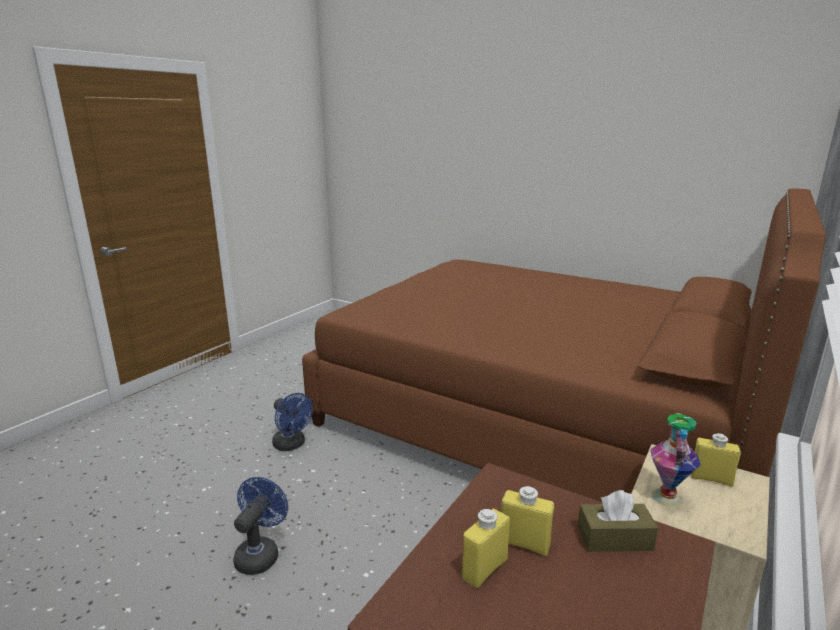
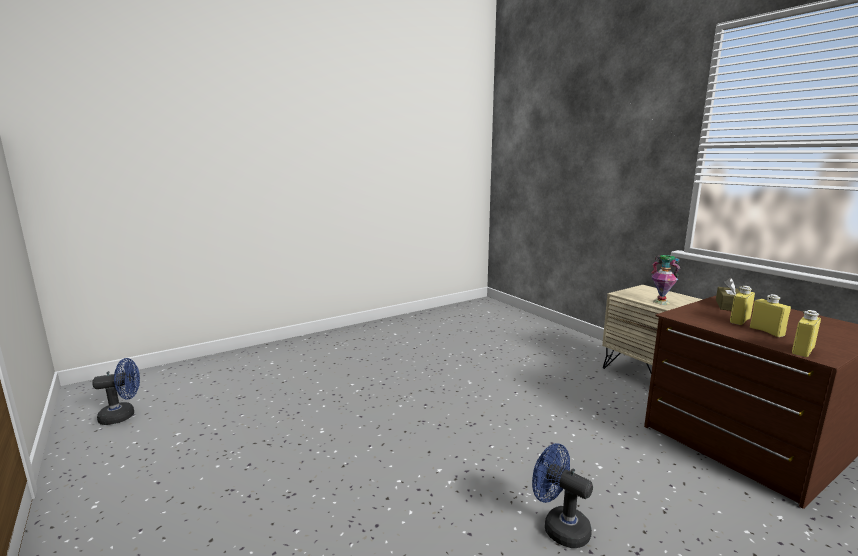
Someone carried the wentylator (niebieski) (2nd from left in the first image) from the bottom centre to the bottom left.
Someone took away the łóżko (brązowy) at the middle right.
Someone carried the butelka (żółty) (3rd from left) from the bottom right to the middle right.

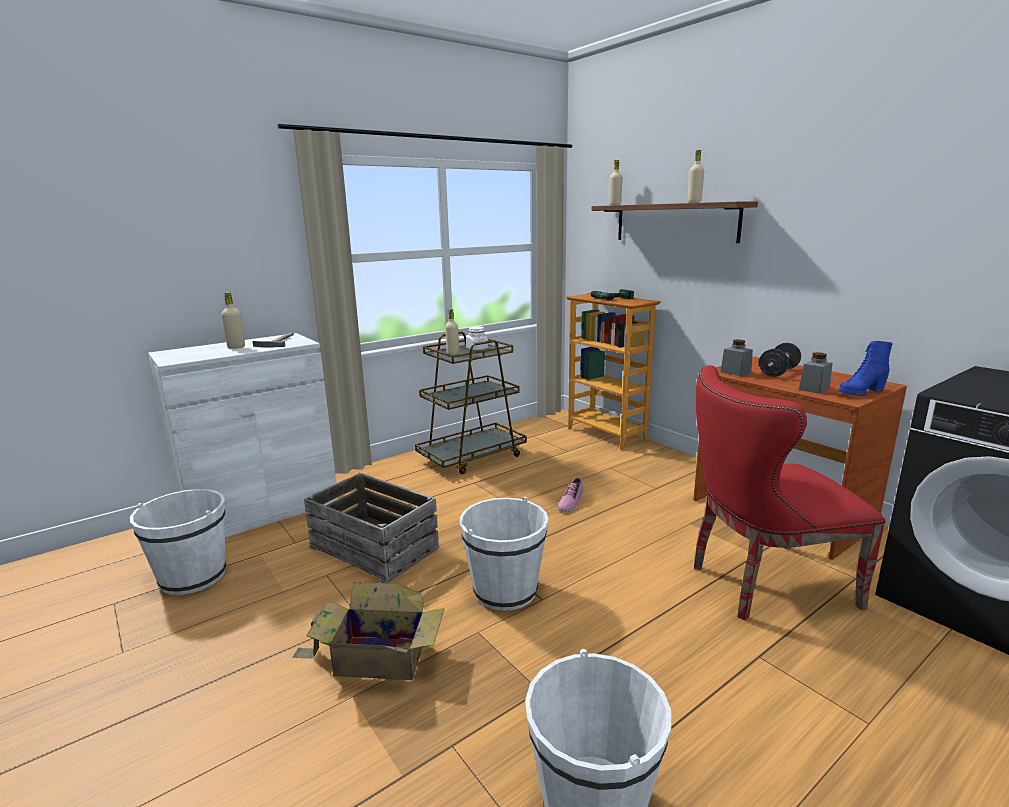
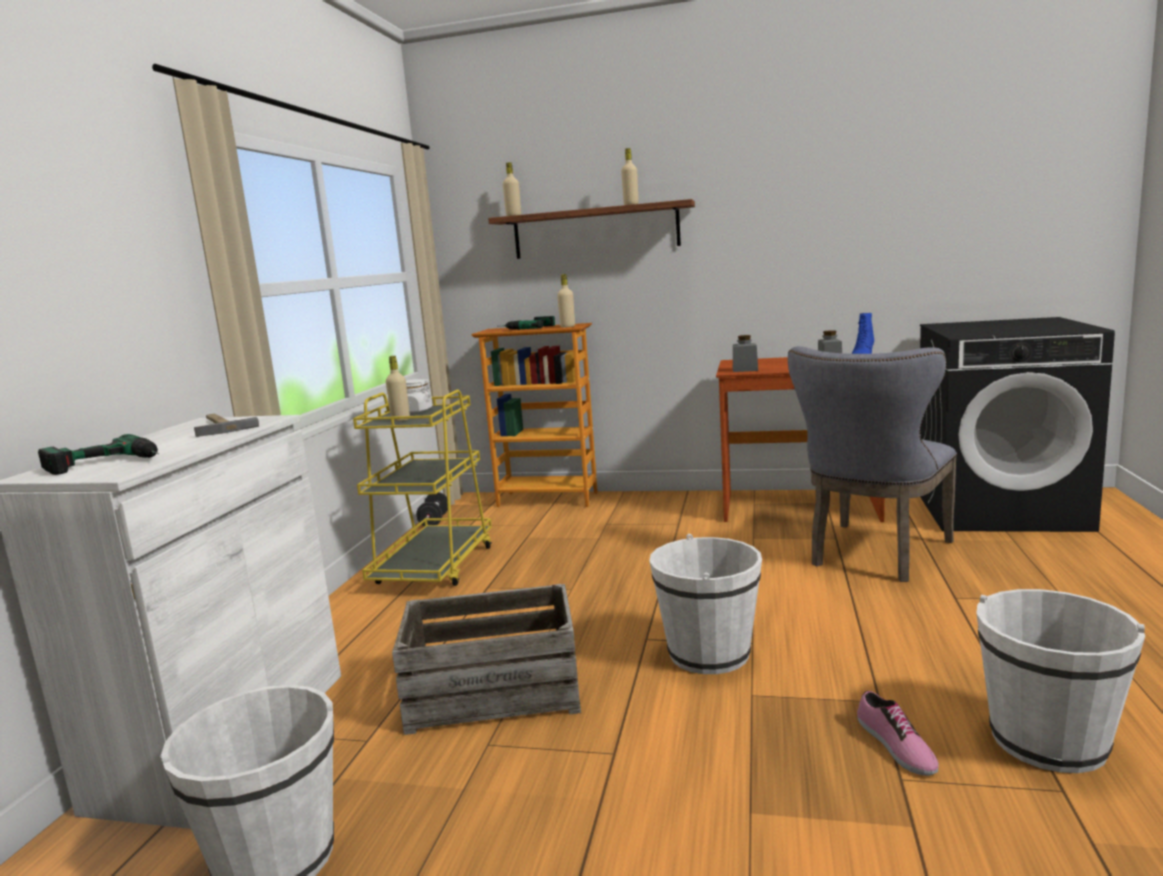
Someone carried the butelka (beżowy) (1st from left in the first image) from the middle left to the centre.
Someone took away the karton at the bottom centre.
Someone repainted the wózek (brązowy) at the centre, which became the wózek (żółty) at the centre.
Someone carried the but from the centre to the bottom right.
Someone repainted the krzesło (czerwony) at the middle right, which became the krzesło (szary) at the middle right.
Someone carried the hantel (czarny) from the middle right to the centre.
Someone put down the wiertarka (1st from left) at the middle left.

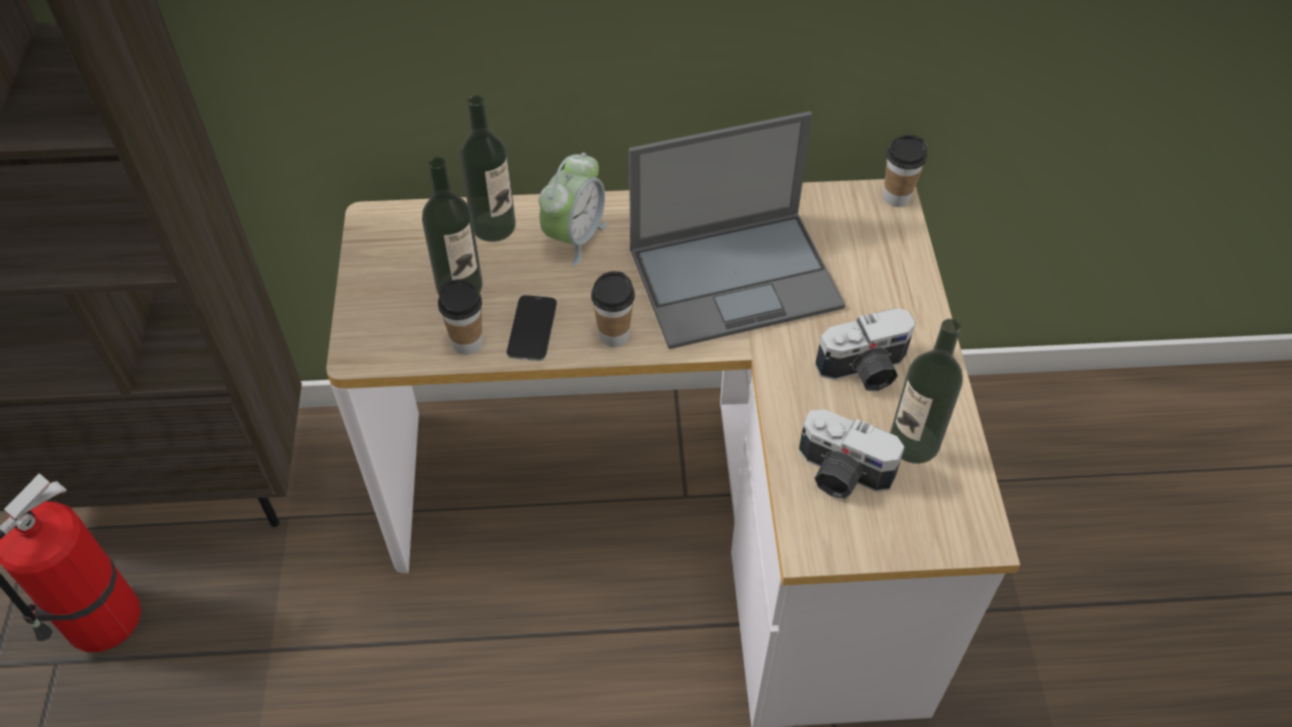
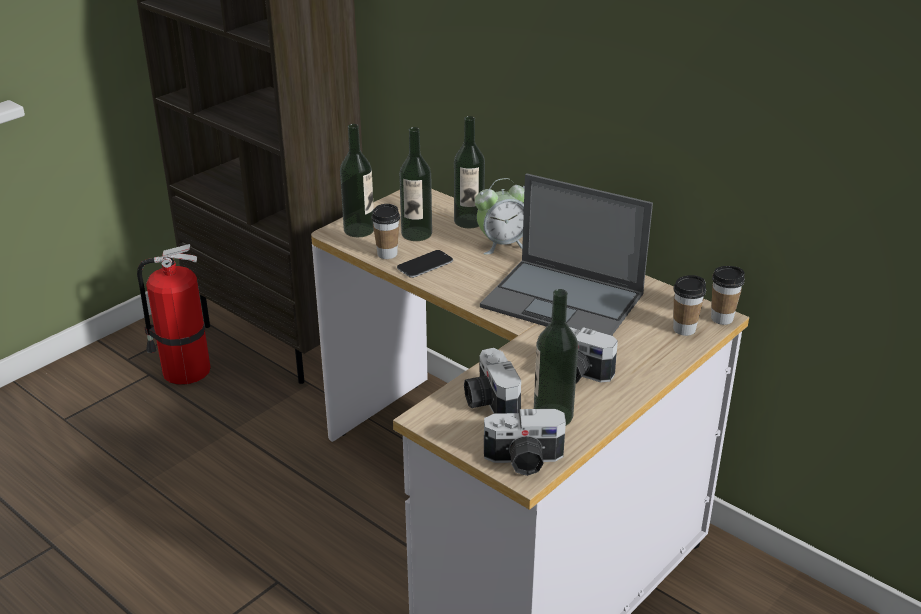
Someone carried the filiżanka (2nd from left) from the centre to the middle right.
Someone put down the butelka (1st from left) at the top centre.
Someone put down the aparat fotograficzny (2nd from left) at the bottom centre.

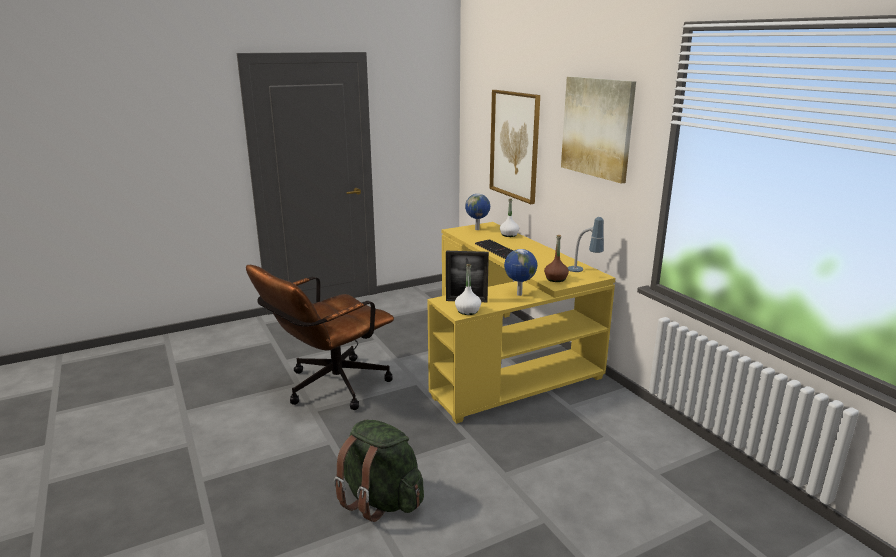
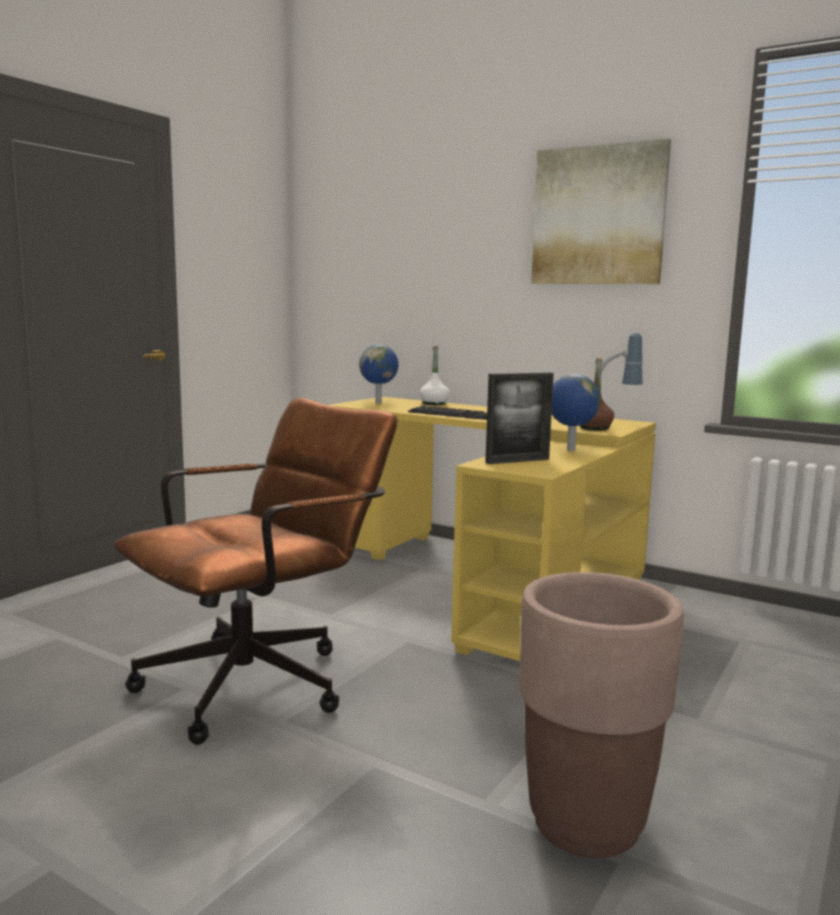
Someone rotated the krzesło biurowe (brązowy) at the centre by 150 degrees counterclockwise.
Someone swapped the plecak (zielony) at the bottom centre for the donica (brązowy) at the bottom right.
Someone took away the butelka (biały) (1st from left) at the centre.
Someone took away the obraz (1st from left) at the top centre.

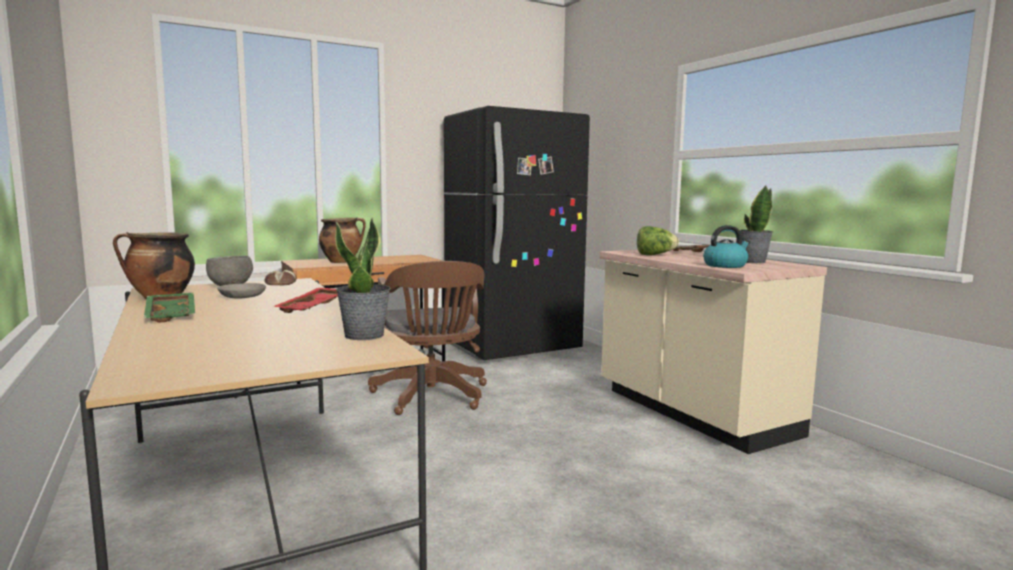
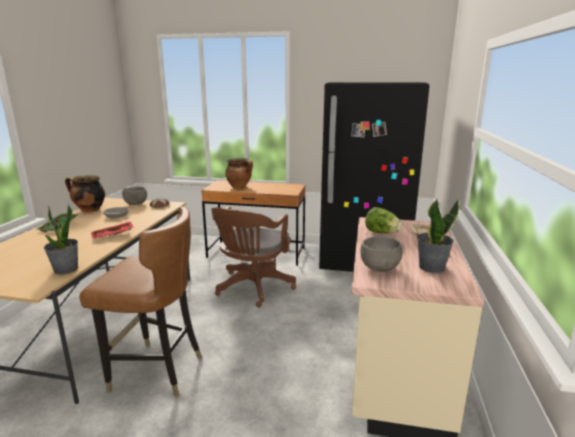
Someone swapped the czajnik at the middle right for the miska (szary) (3rd from left) at the centre.
Someone put down the krzesło (brązowy) at the bottom left.

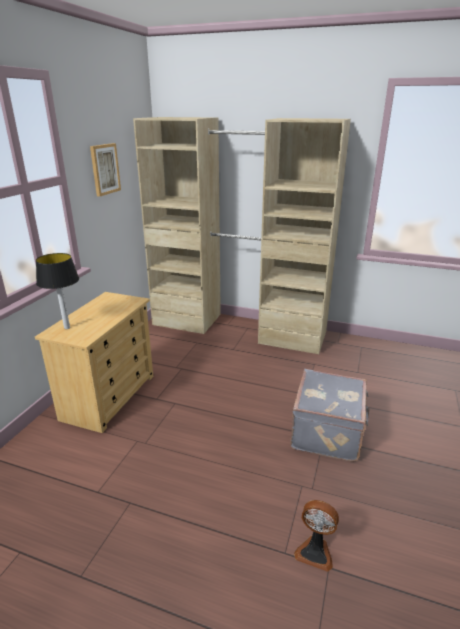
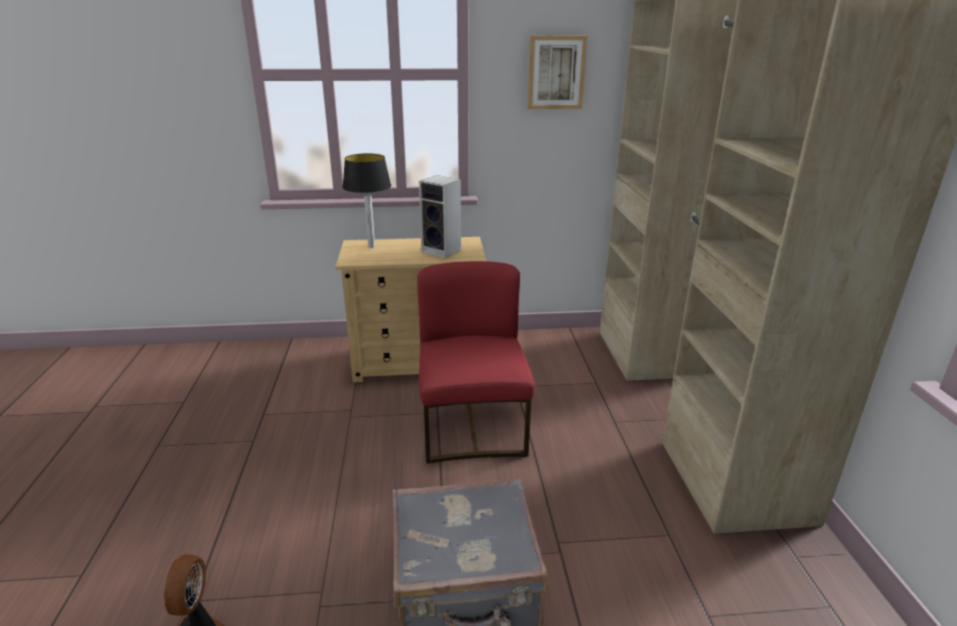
Someone put down the krzesło (czerwony) at the centre.
Someone put down the głośnik at the centre.

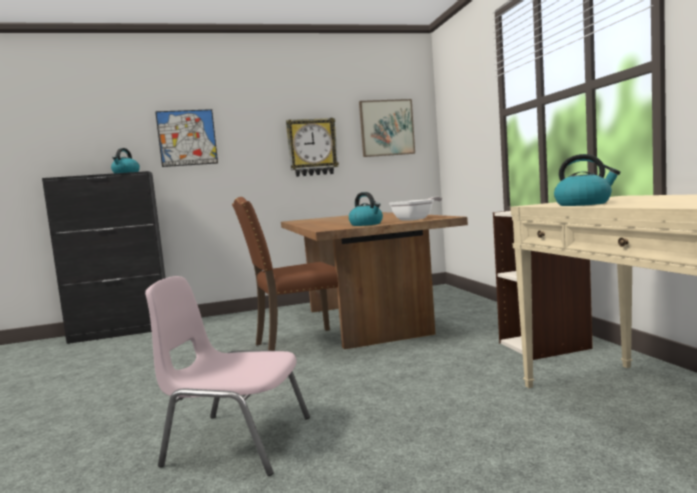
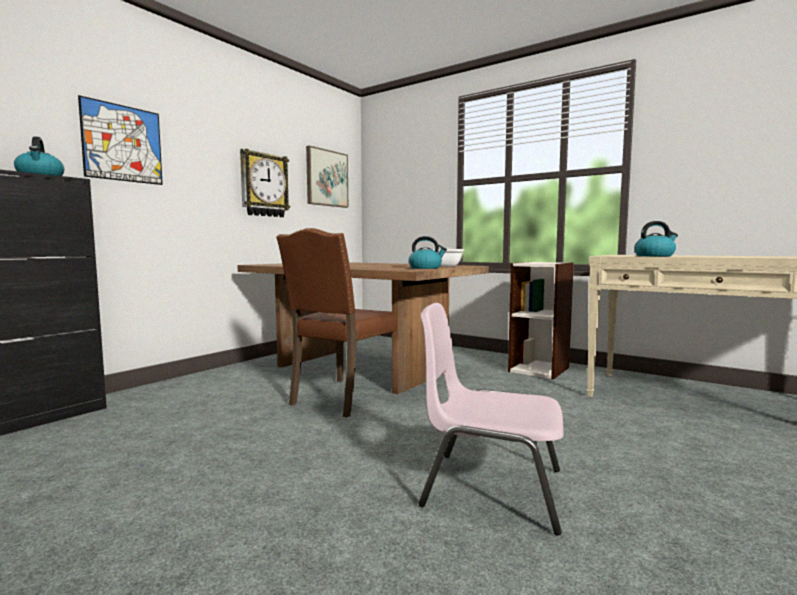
Someone rotated the krzesło (różowy) at the bottom left by 45 degrees clockwise.

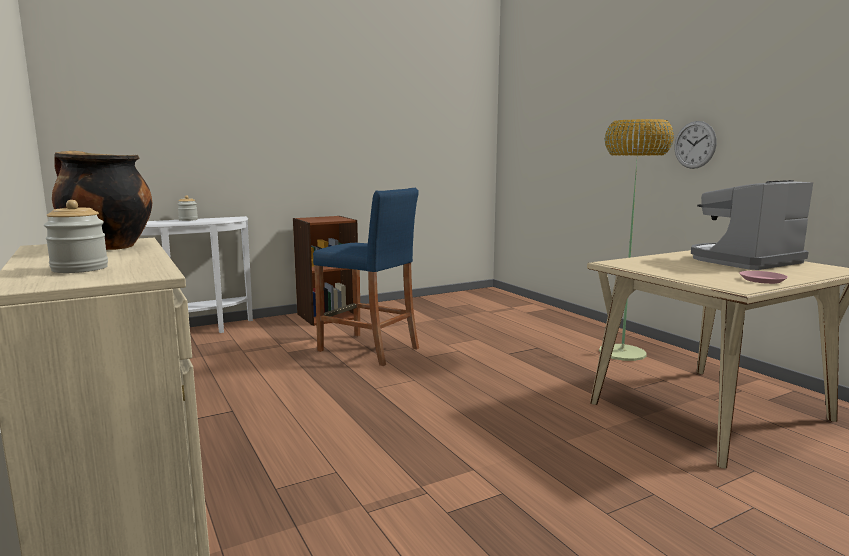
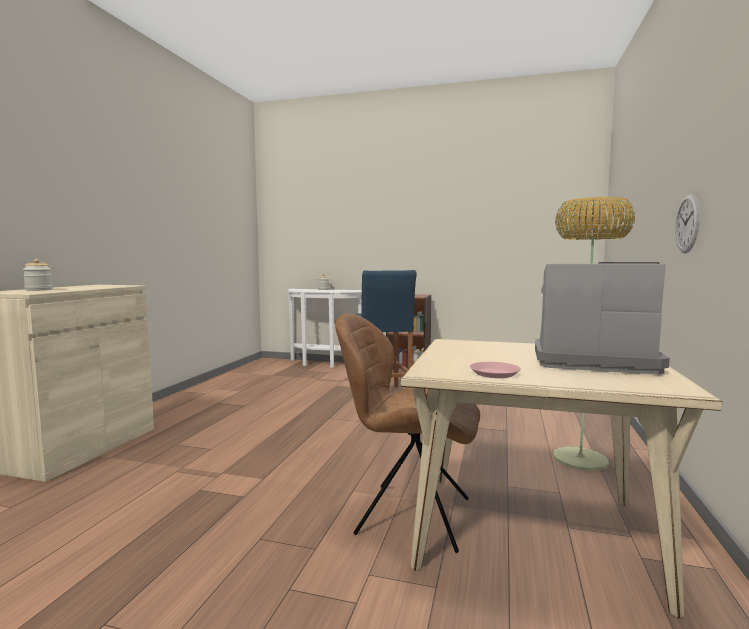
Someone took away the garnek at the middle left.
Someone put down the krzesło (brązowy) at the bottom centre.

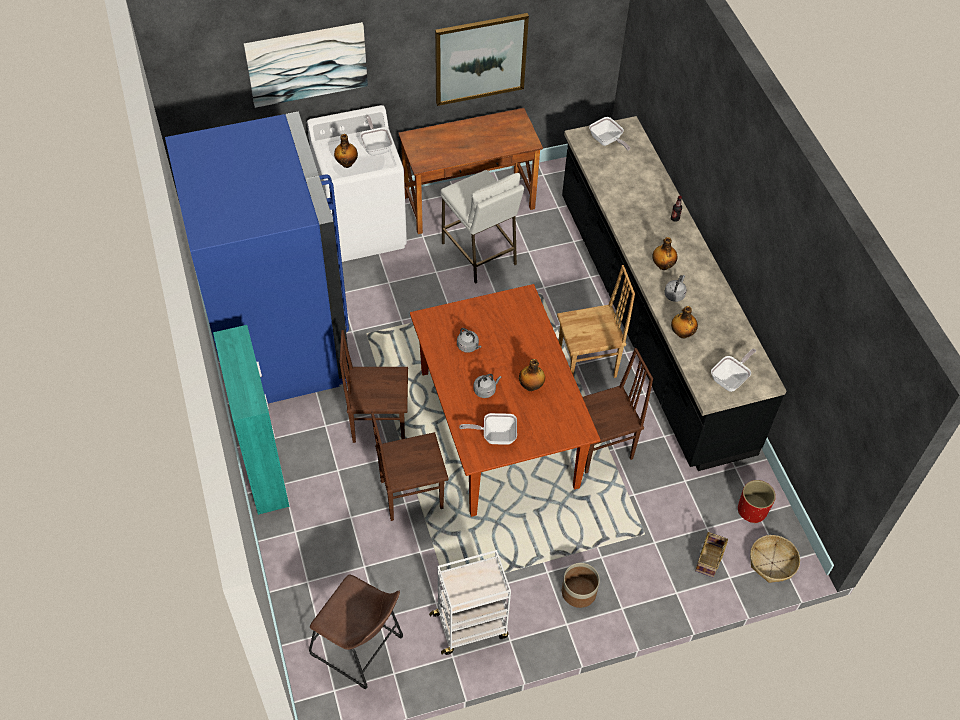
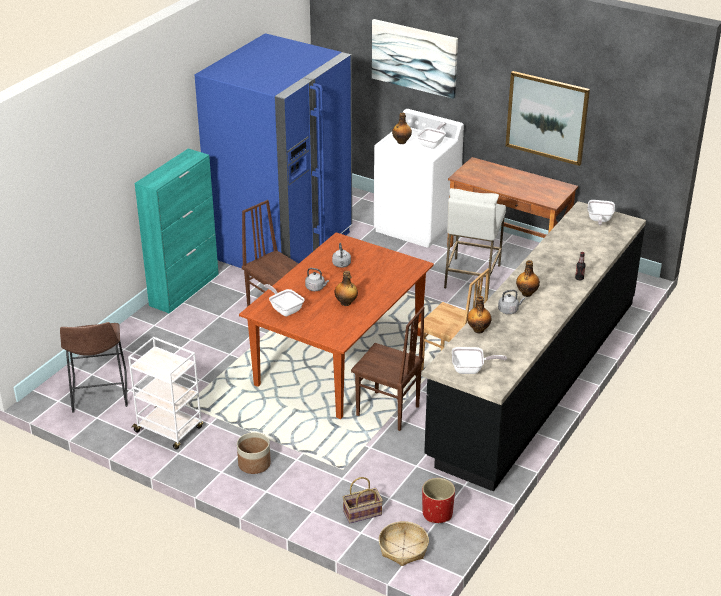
Someone took away the krzesło (brązowy) (2nd from left) at the centre.

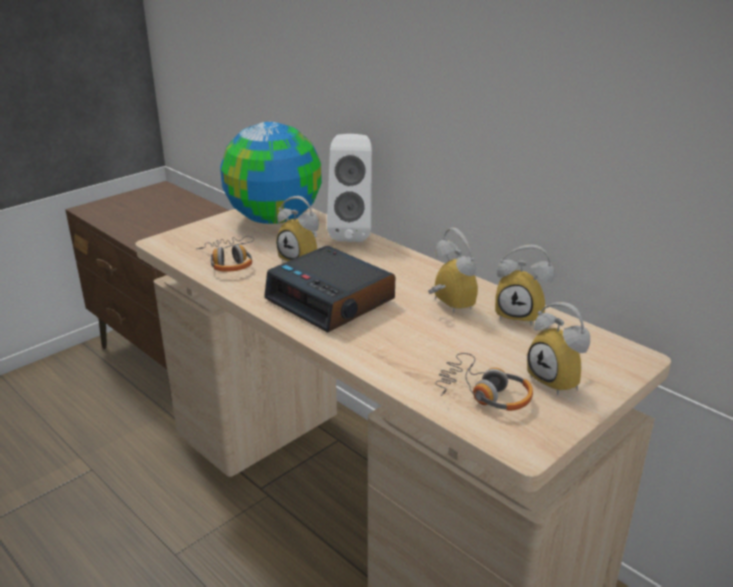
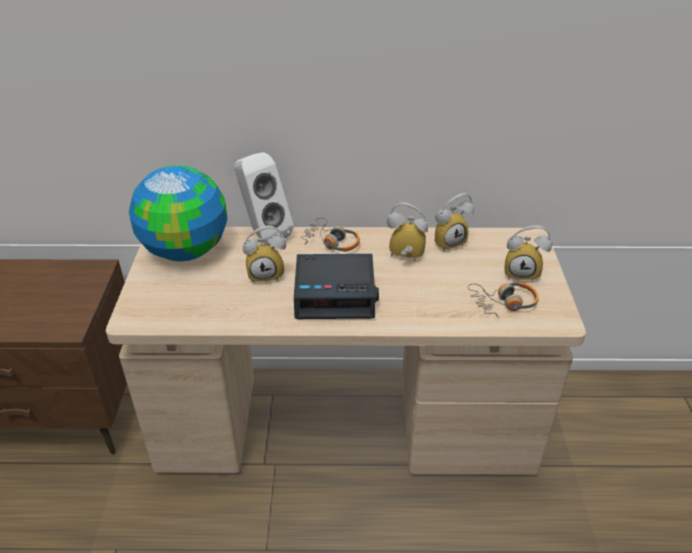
Someone carried the słuchawki (1st from left) from the middle left to the centre.

